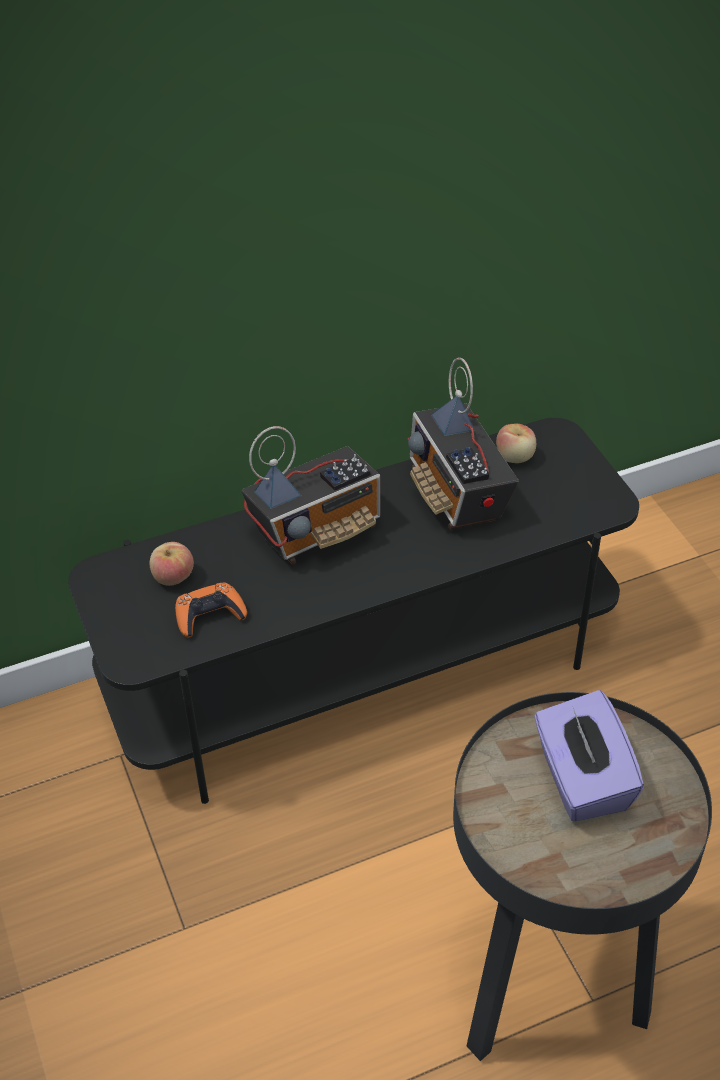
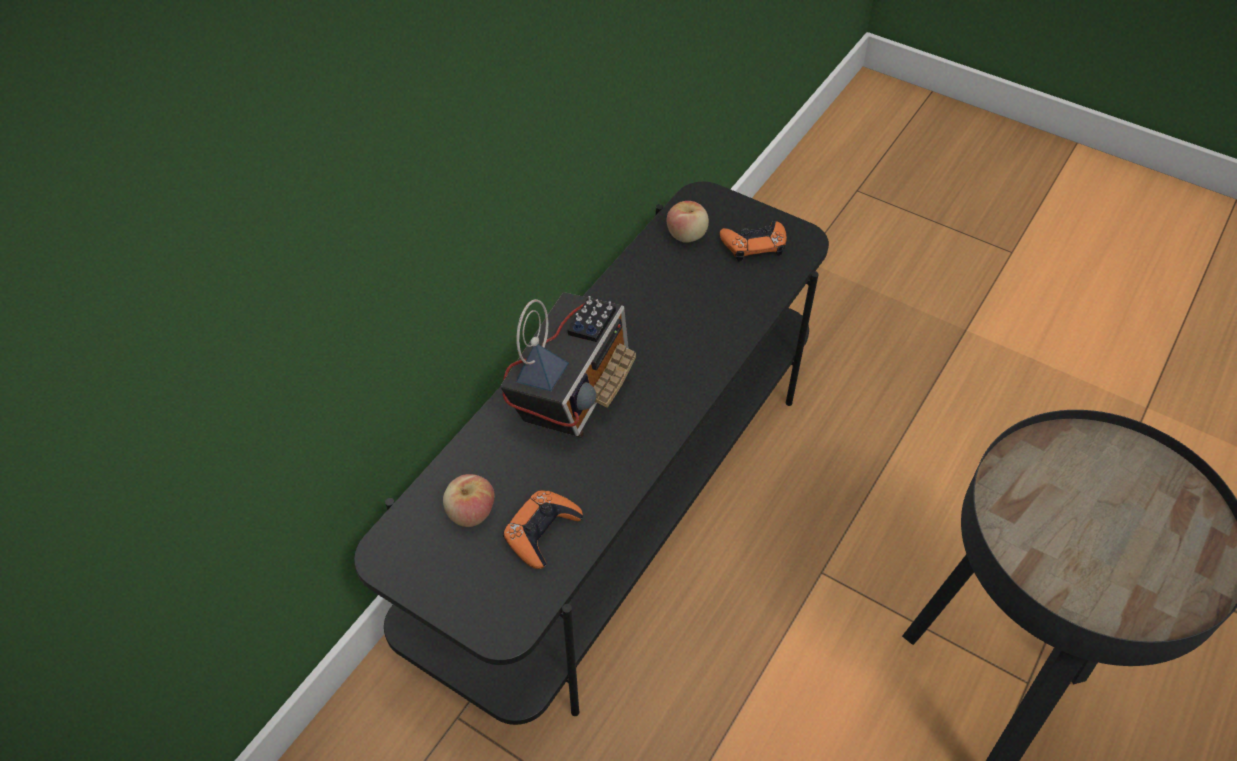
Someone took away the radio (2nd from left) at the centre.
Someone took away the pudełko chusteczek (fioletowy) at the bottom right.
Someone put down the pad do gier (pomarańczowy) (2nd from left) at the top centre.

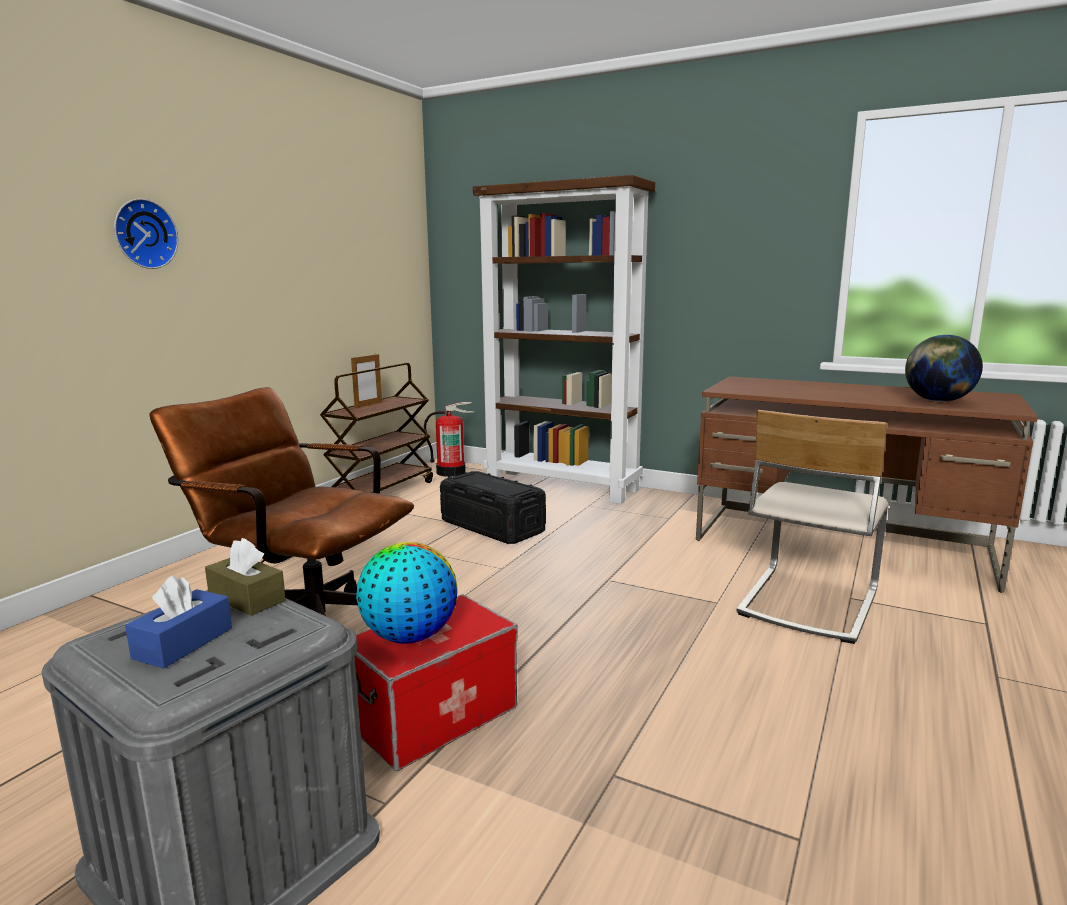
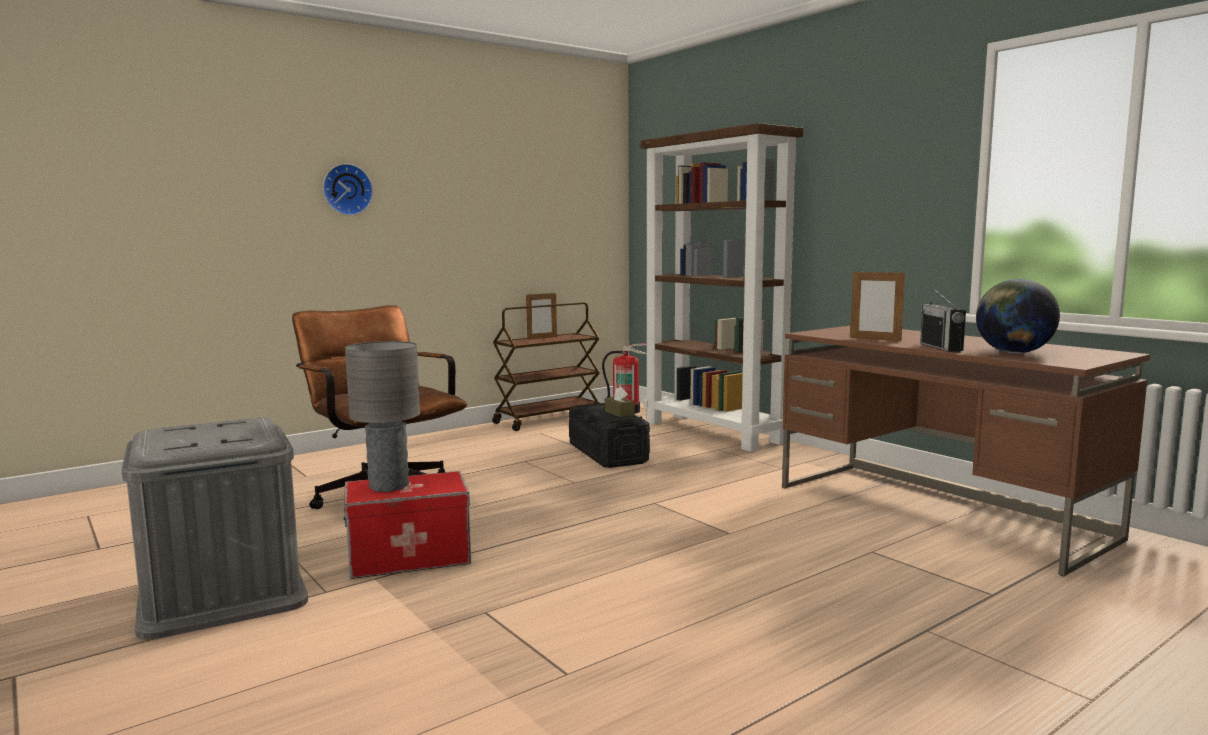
Someone took away the pudełko chusteczek (niebieski) at the bottom left.
Someone carried the pudełko chusteczek (brązowy) from the middle left to the centre.
Someone swapped the globus (1st from left) at the centre for the lampa stołowa (szary) at the middle left.
Someone took away the krzesło (beżowy) at the middle right.
Someone put down the ramka na zdjęcie (2nd from left) at the middle right.
Someone put down the radio at the middle right.

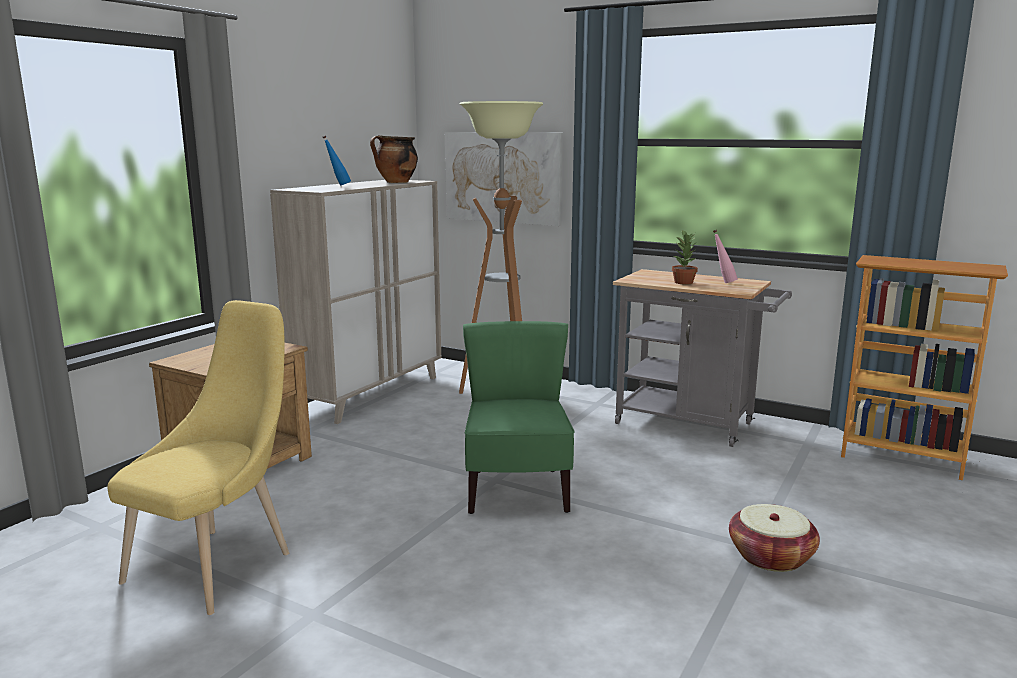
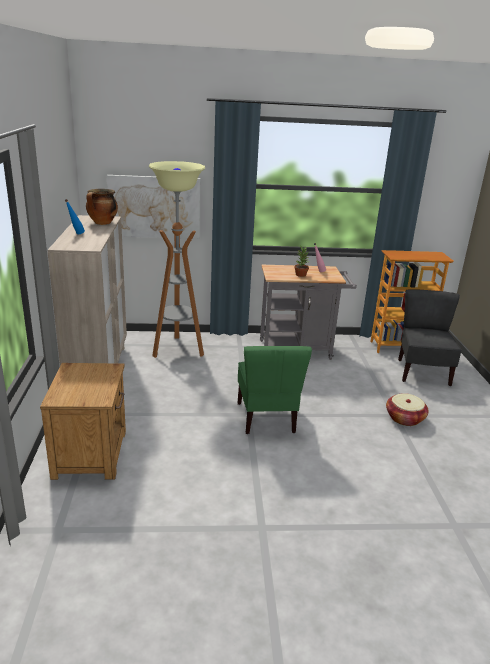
Someone took away the krzesło (żółty) at the bottom left.
Someone rotated the krzesło (zielony) at the centre by 150 degrees counterclockwise.
Someone put down the krzesło (szary) at the middle right.

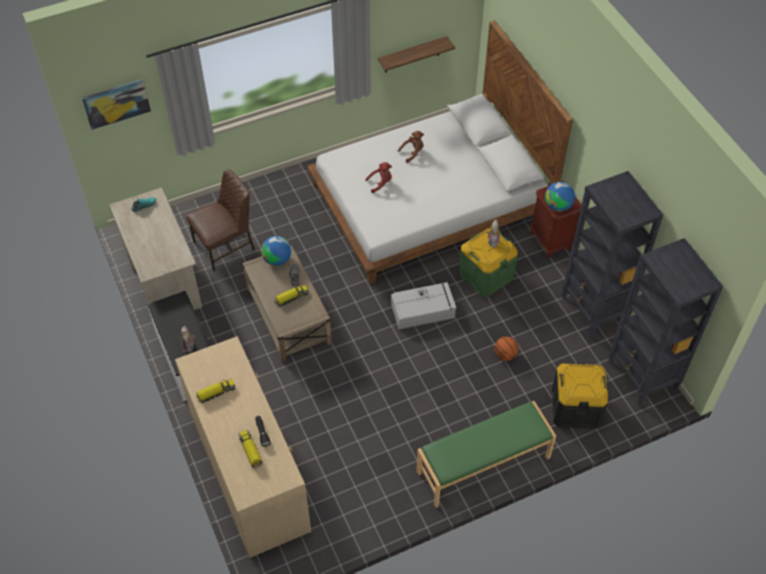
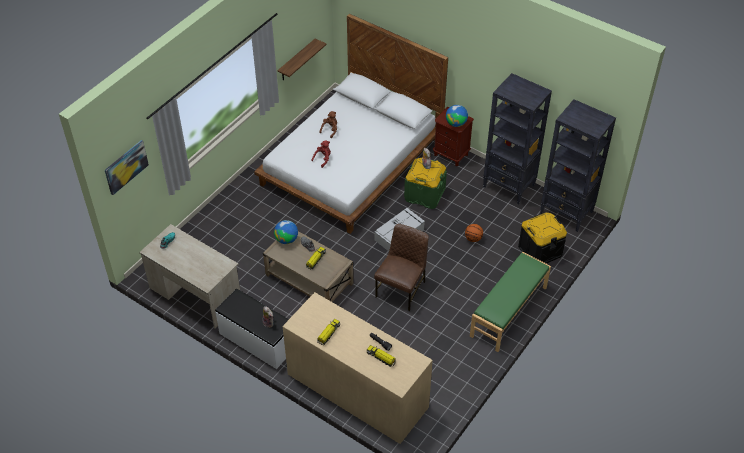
Someone carried the krzesło (brązowy) from the middle left to the centre.

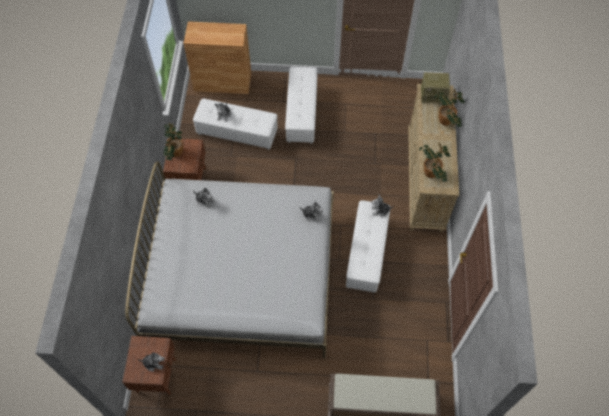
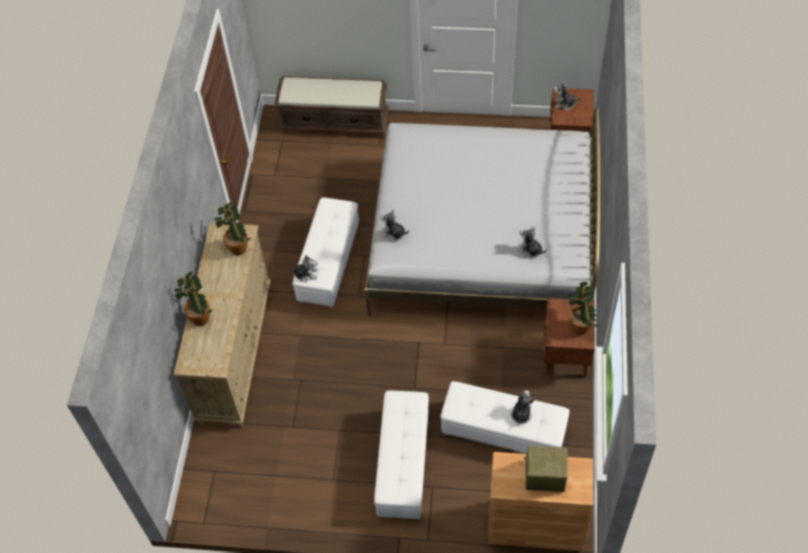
Someone carried the radio from the top right to the bottom right.

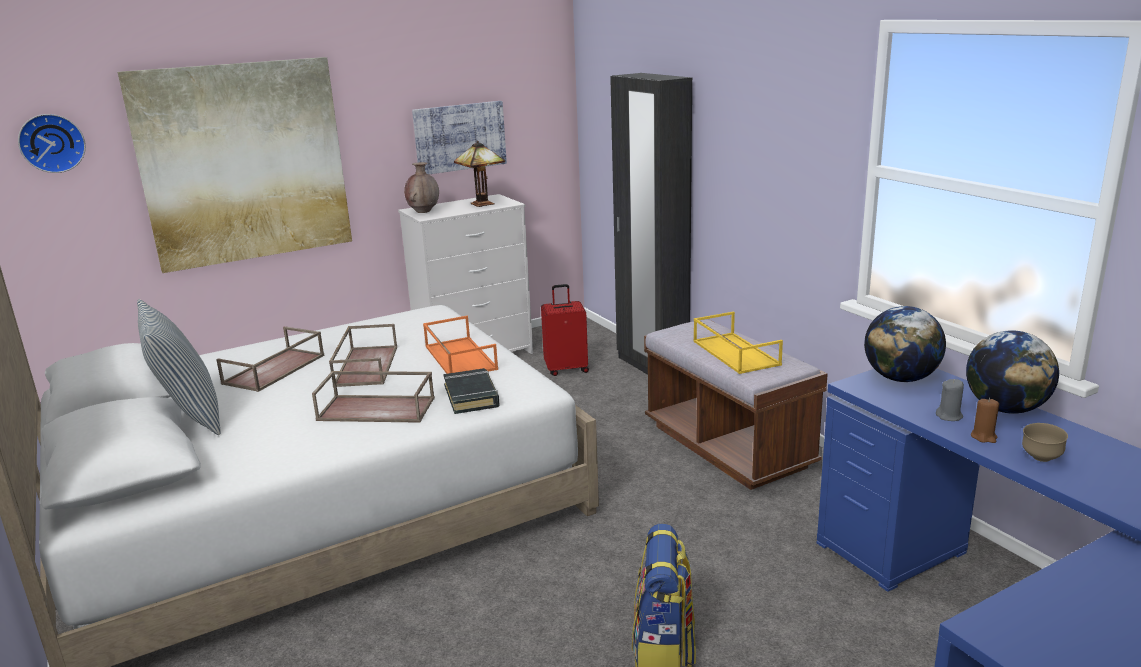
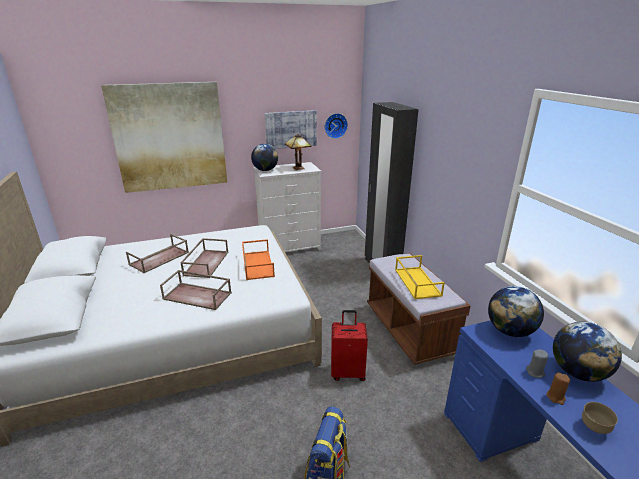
Someone carried the zegar ścienny from the top left to the top centre.
Someone took away the poduszka at the middle left.
Someone swapped the wazon (brązowy) at the top centre for the globus (1st from left) at the top centre.
Someone took away the książka (czarny) at the centre.
Someone carried the walizka (czerwony) from the centre to the bottom centre.

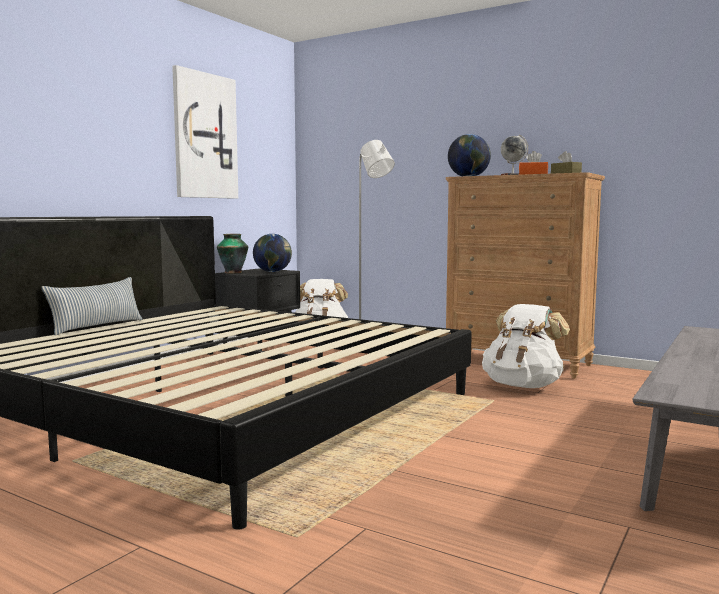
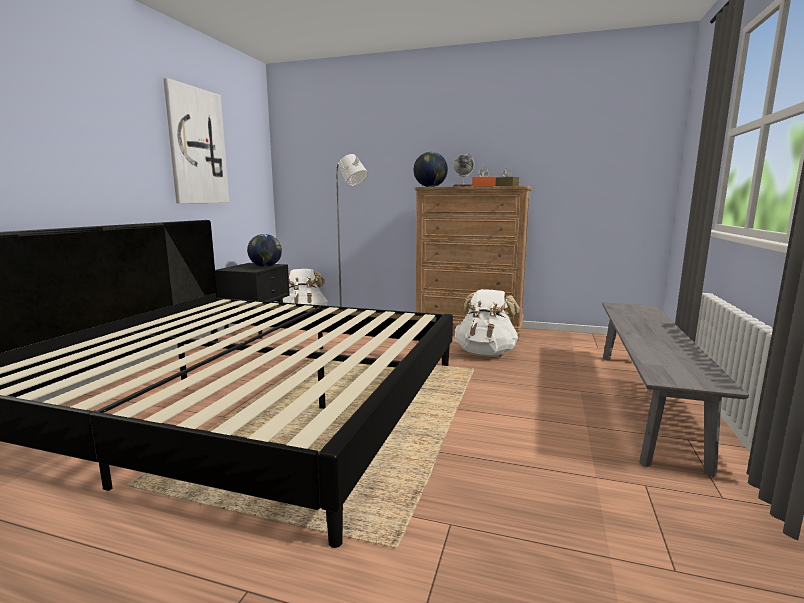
Someone took away the poduszka at the middle left.
Someone took away the wazon at the middle left.

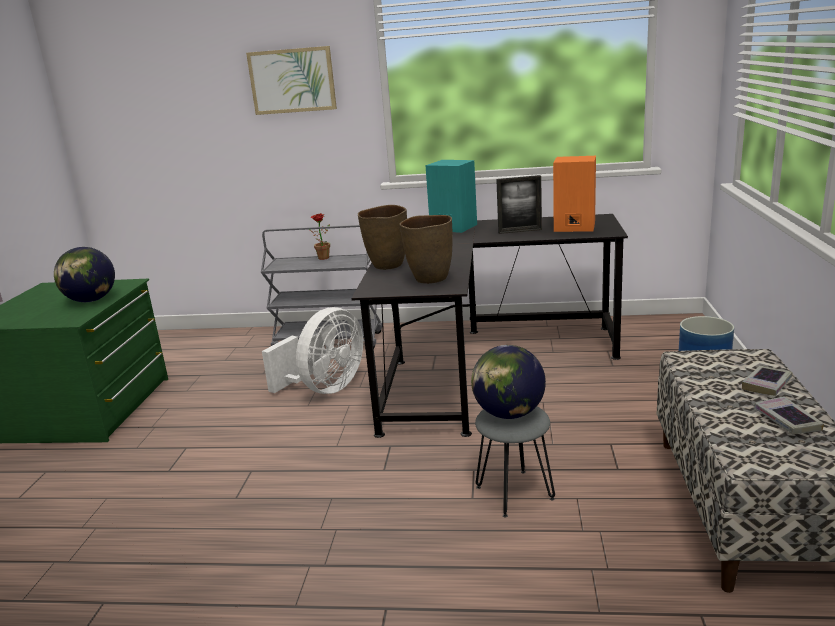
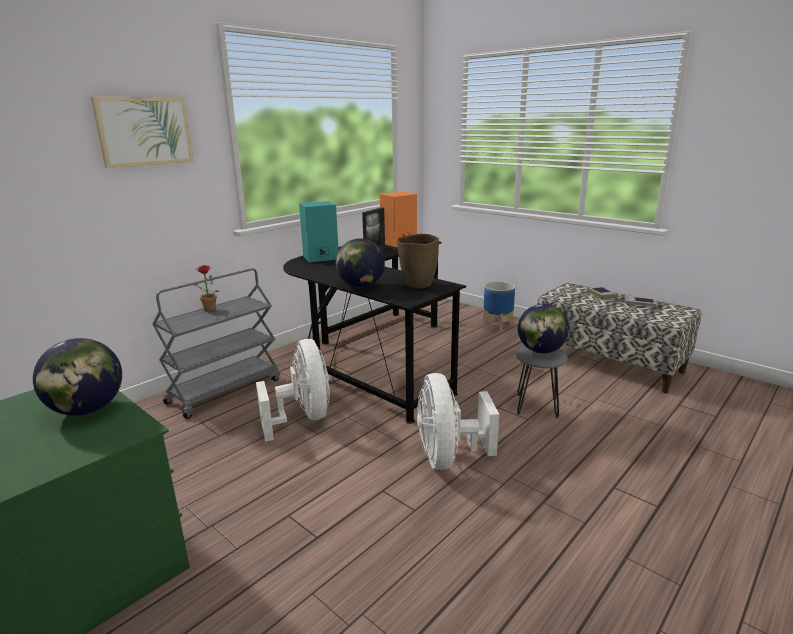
Someone swapped the wazon (brązowy) (1st from left) at the centre for the globus (2nd from left) at the centre.
Someone put down the wentylator (biały) (2nd from left) at the centre.

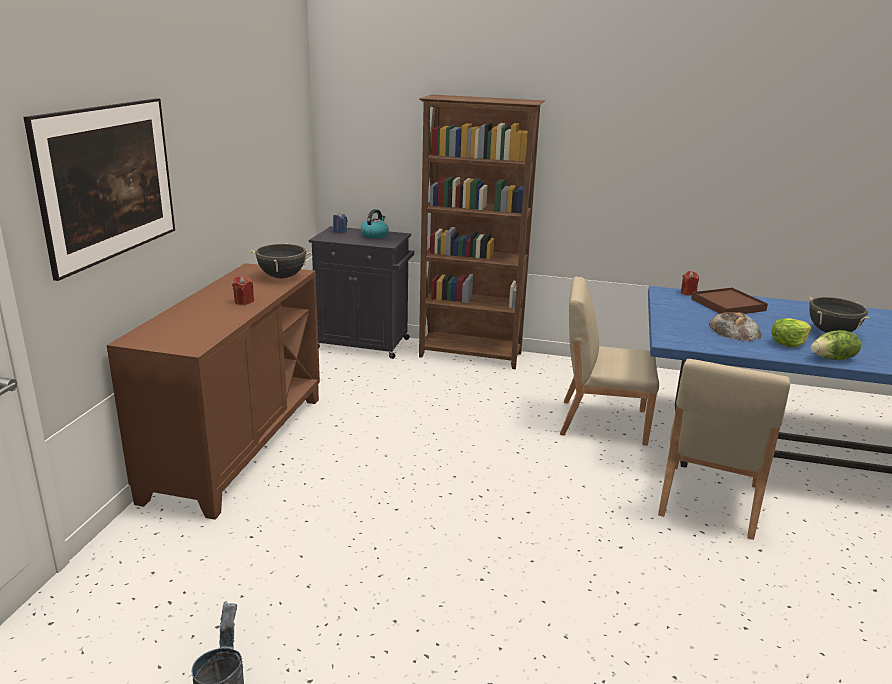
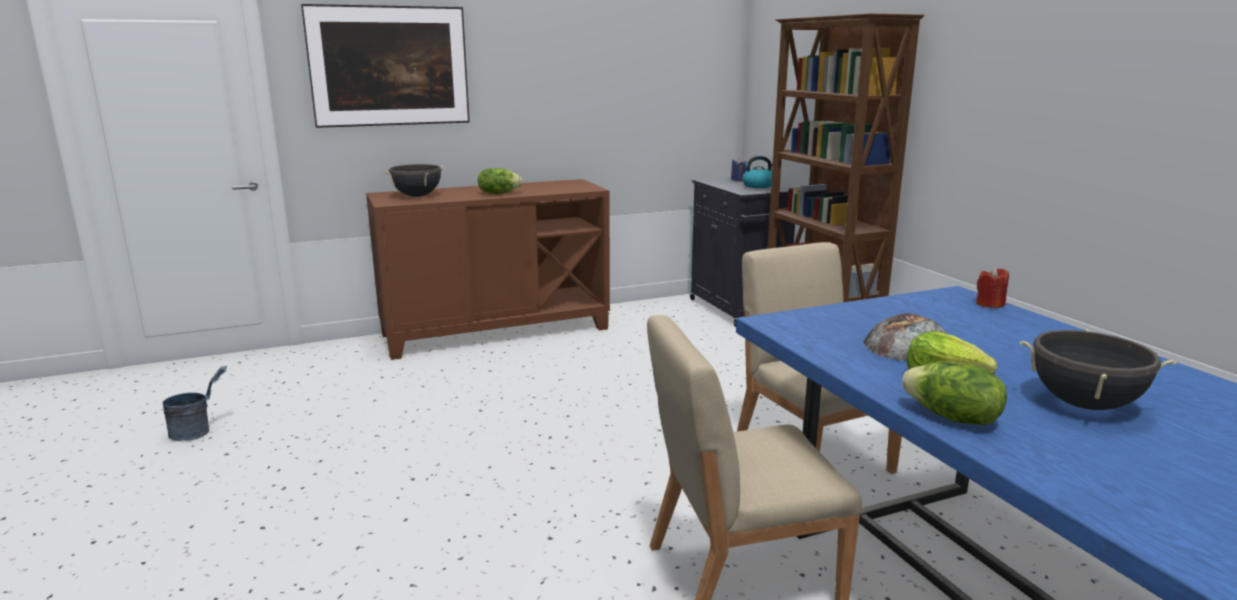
Someone swapped the świeca (czerwony) (1st from left) at the middle left for the sałata (1st from left) at the top centre.
Someone carried the garnek (czarny) (1st from left) from the middle left to the top centre.
Someone took away the taca (brązowy) at the middle right.

